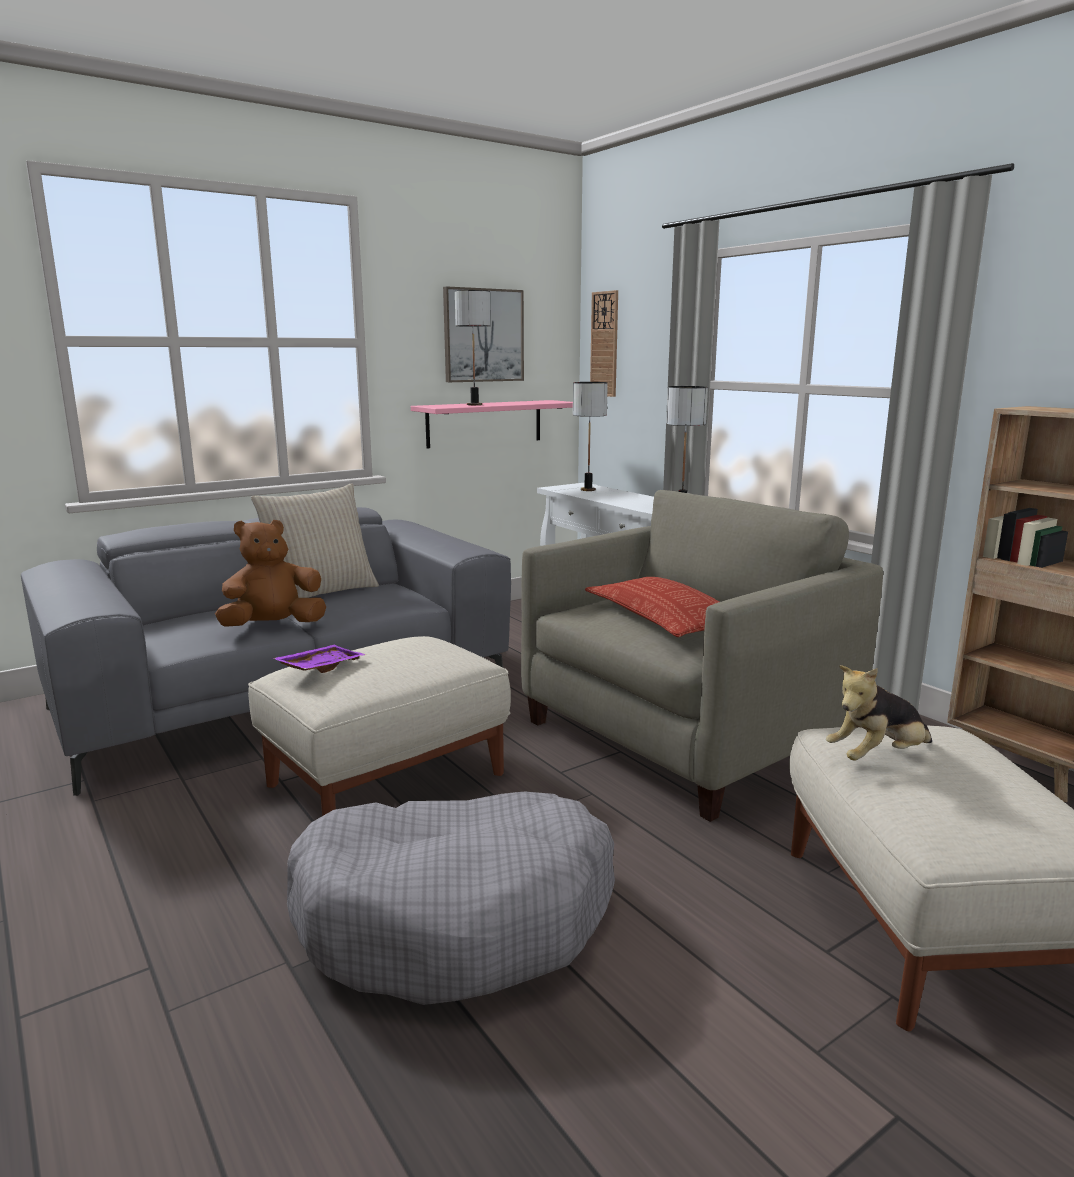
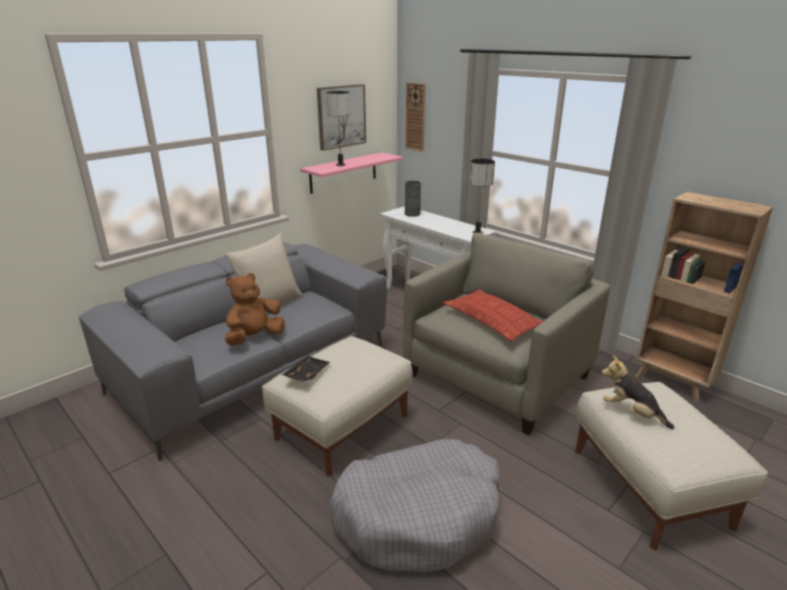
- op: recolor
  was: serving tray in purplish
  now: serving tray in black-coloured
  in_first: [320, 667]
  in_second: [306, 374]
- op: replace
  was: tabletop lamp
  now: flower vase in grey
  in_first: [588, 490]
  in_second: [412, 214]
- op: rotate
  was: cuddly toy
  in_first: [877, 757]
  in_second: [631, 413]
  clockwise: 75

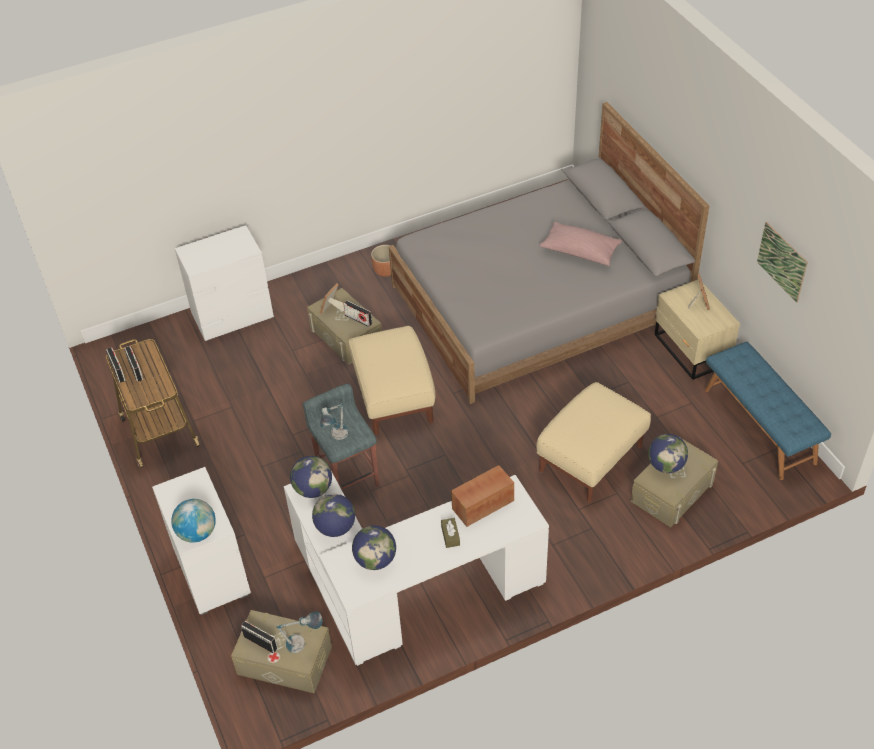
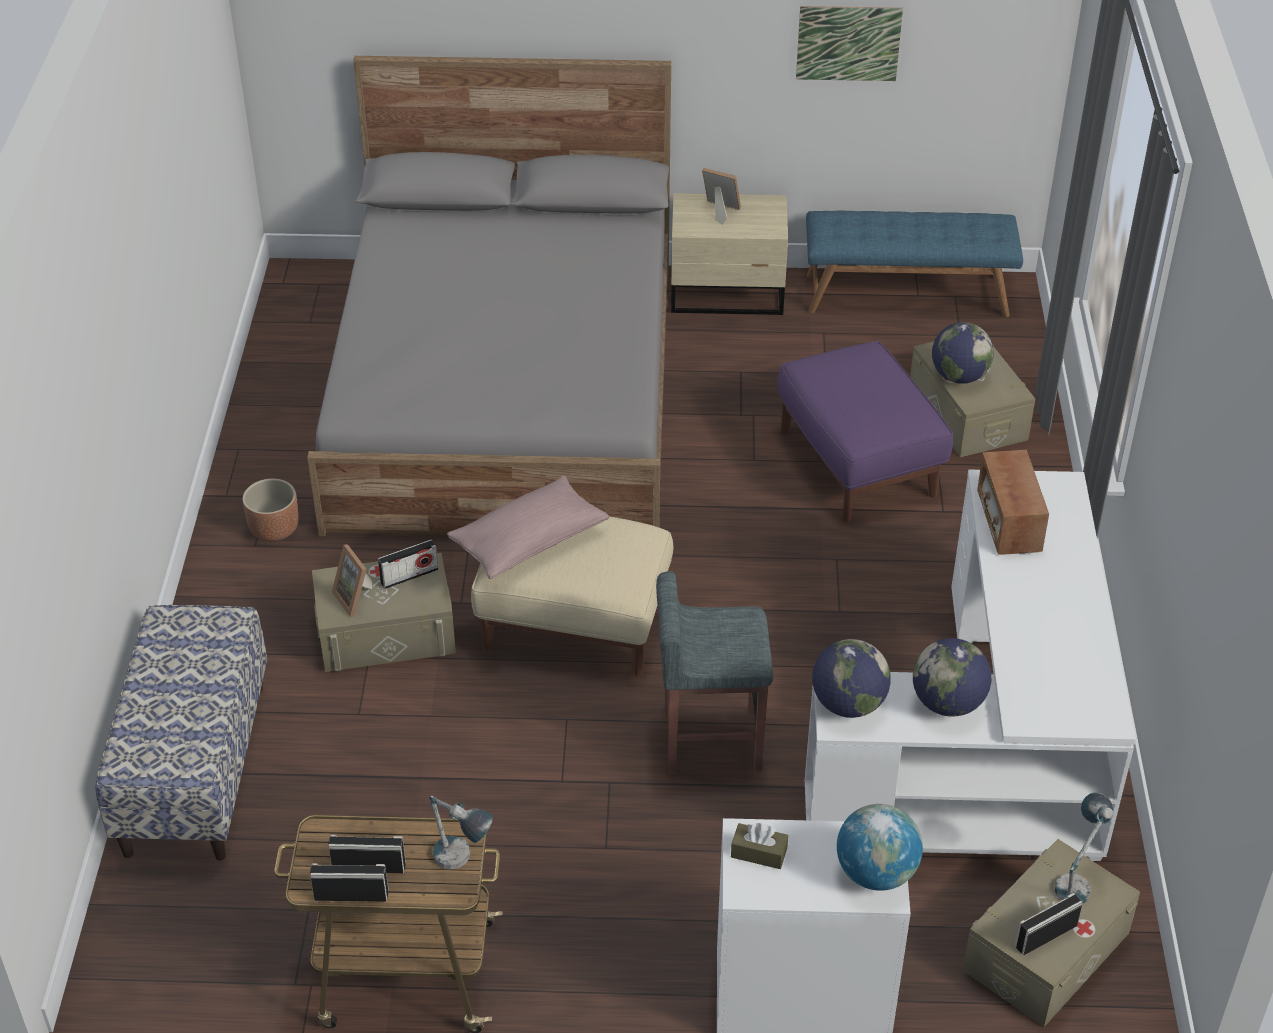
- op: replace
  was: chest of drawers in whitish
  now: bench
  in_first: [233, 316]
  in_second: [195, 768]
- op: move
  was: tabletop lamp
  in_first: [337, 438]
  in_second: [462, 864]
- op: delete
  was: world globe
  in_first: [375, 560]
- op: move
  was: box of tissues in brownish
  in_first: [450, 536]
  in_second: [759, 853]
- op: recolor
  was: ottoman in beige-coloured
  now: ottoman in purplish
  in_first: [590, 458]
  in_second: [857, 463]
- op: move
  was: pillow in pink-coloured
  in_first: [580, 251]
  in_second: [529, 541]

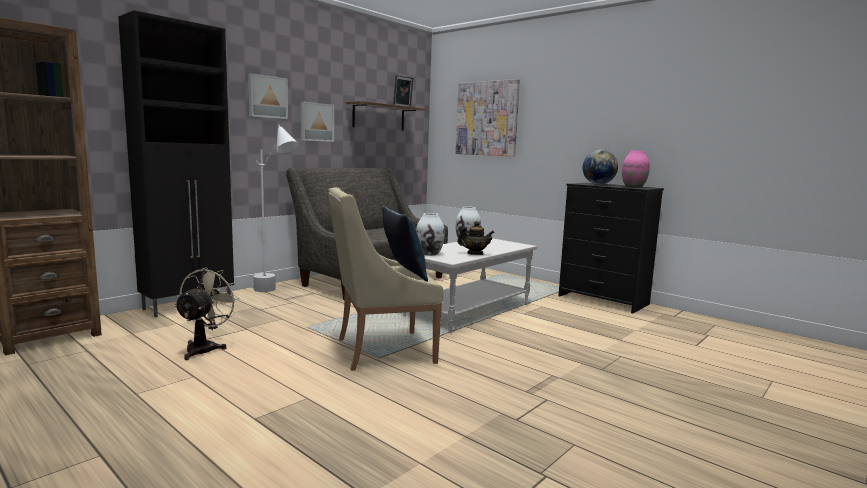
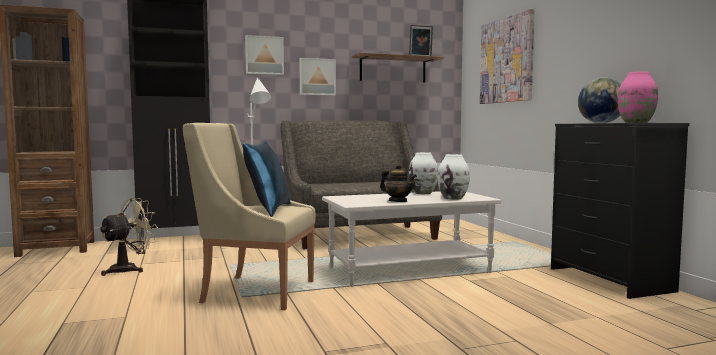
- op: move
  was: flower vase in whitish
  in_first: [429, 254]
  in_second: [453, 198]

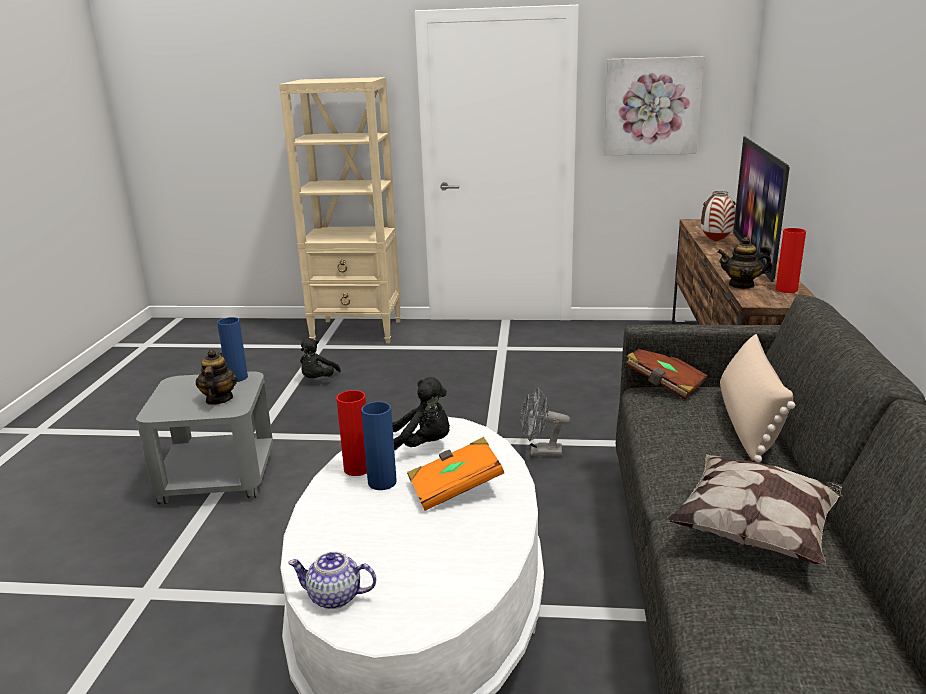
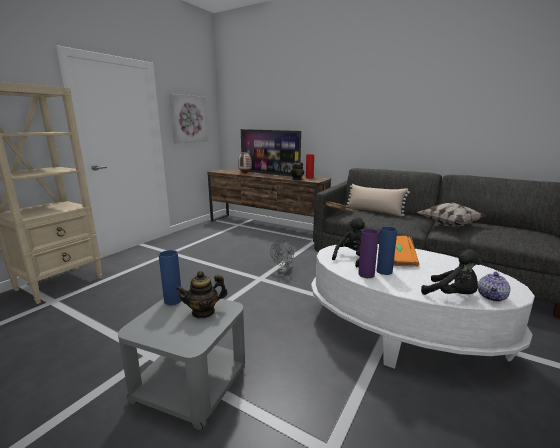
- op: rotate
  was: teapot
  in_first: [219, 399]
  in_second: [203, 312]
  clockwise: -45
- op: move
  was: cuddly toy in black-coloured
  in_first: [318, 379]
  in_second: [452, 295]
- op: recolor
  was: flower vase in red
  now: flower vase in purplish
  in_first: [357, 469]
  in_second: [366, 274]

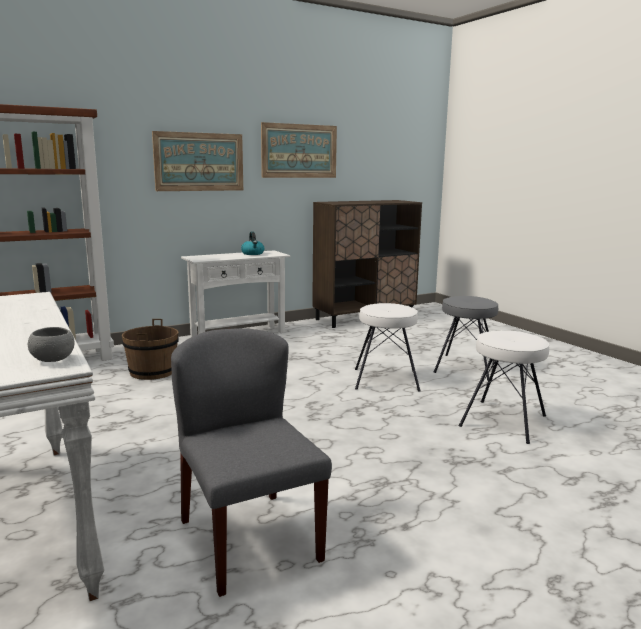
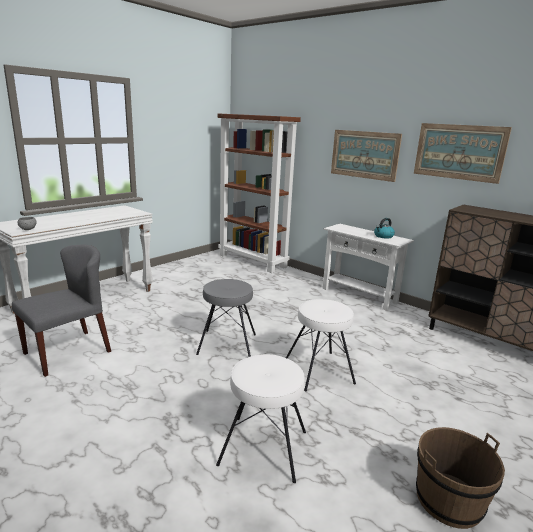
- op: move
  was: bucket in brownish
  in_first: [153, 372]
  in_second: [449, 500]
- op: move
  was: sitting stool in grey
  in_first: [465, 367]
  in_second: [227, 343]

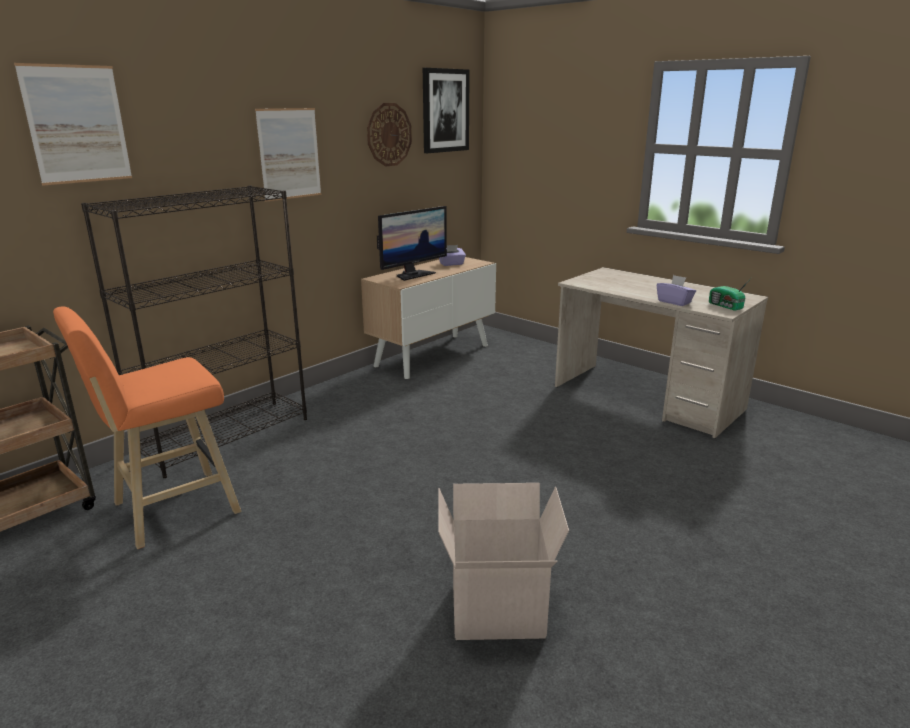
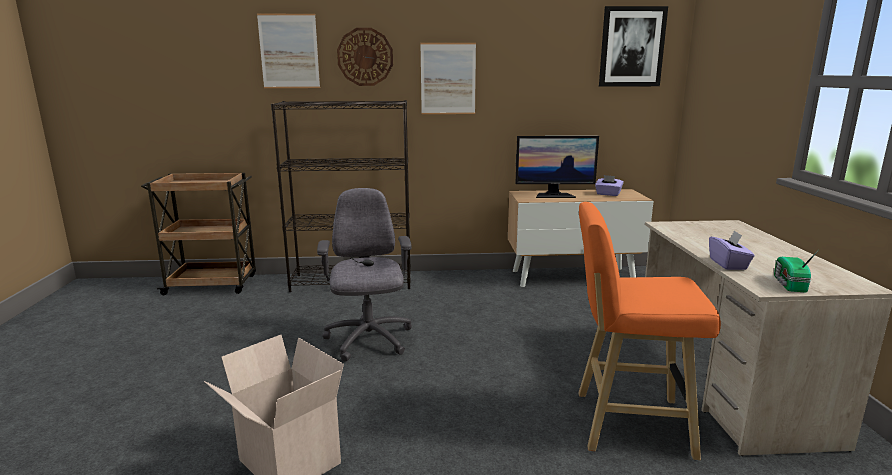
- op: move
  was: sitting stool in orange-coloured
  in_first: [170, 510]
  in_second: [626, 423]
- op: move
  was: hanging clock
  in_first: [389, 134]
  in_second: [365, 57]
- op: insert
  now: computer chair in grey
  in_second: [368, 340]

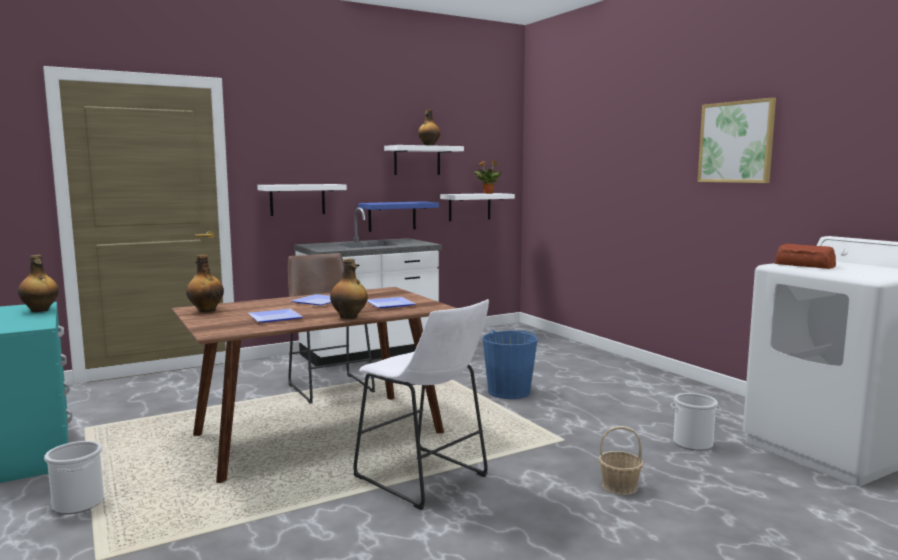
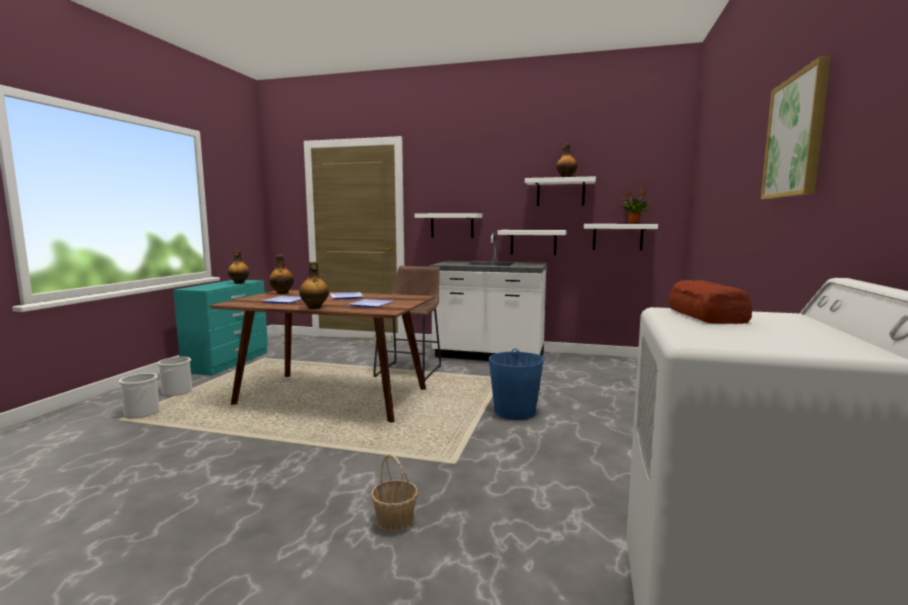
- op: delete
  was: sitting stool in whitish
  in_first: [425, 479]
- op: recolor
  was: shelf in blue-coloured
  now: shelf in whitish
  in_first: [392, 216]
  in_second: [533, 242]
- op: move
  was: bucket
  in_first: [693, 443]
  in_second: [142, 413]

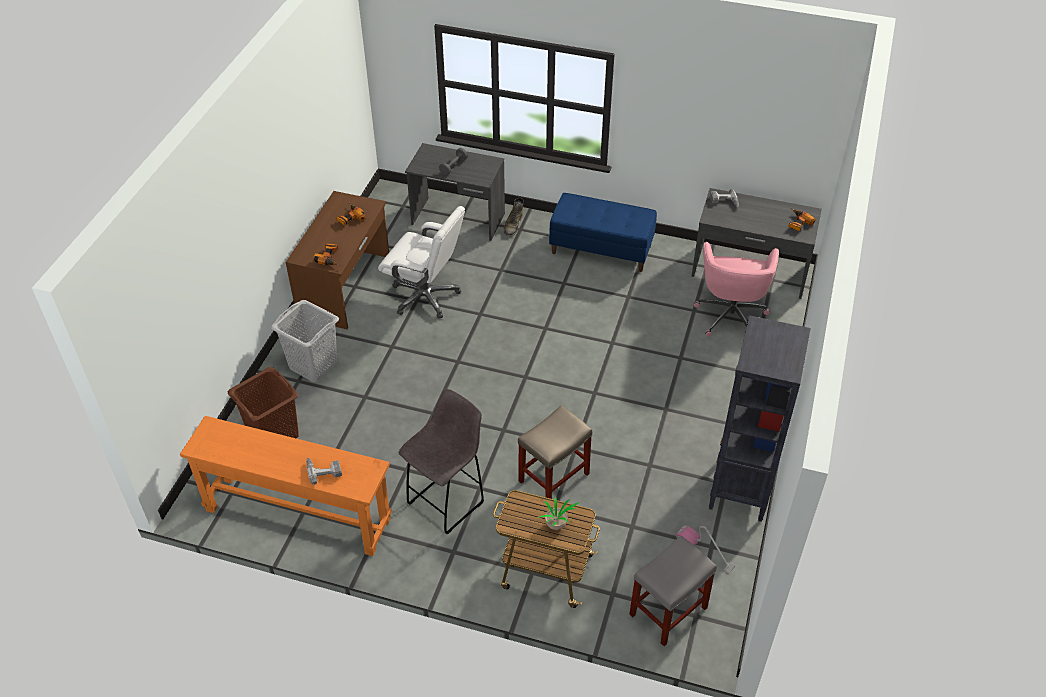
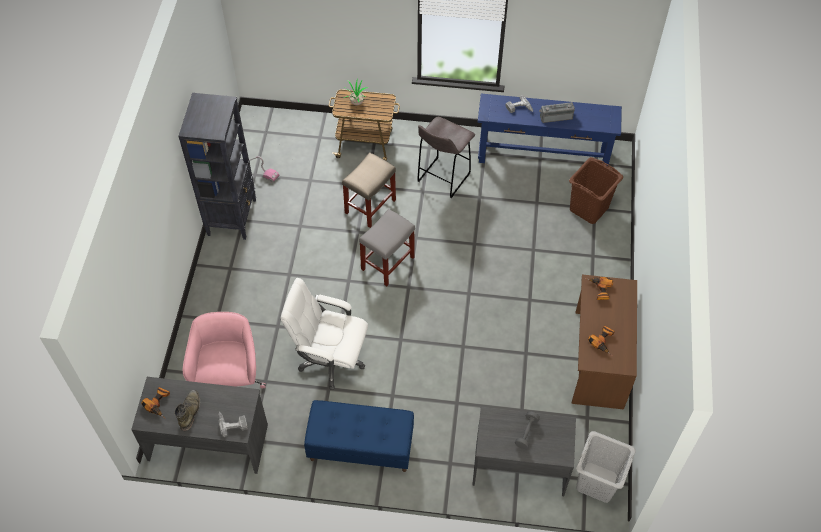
- op: recolor
  was: console table in orange-coloured
  now: console table in blue-coloured
  in_first: [298, 514]
  in_second: [543, 156]
- op: move
  was: laundry basket in grey
  in_first: [313, 364]
  in_second: [597, 482]
- op: move
  was: computer chair in whitish
  in_first: [426, 296]
  in_second: [330, 359]
- op: move
  was: boot in green
  in_first: [513, 225]
  in_second: [190, 411]
- op: move
  was: sitting stool in grey
  in_first: [667, 612]
  in_second: [388, 262]
- op: insert
  now: radio
  in_second: [555, 116]

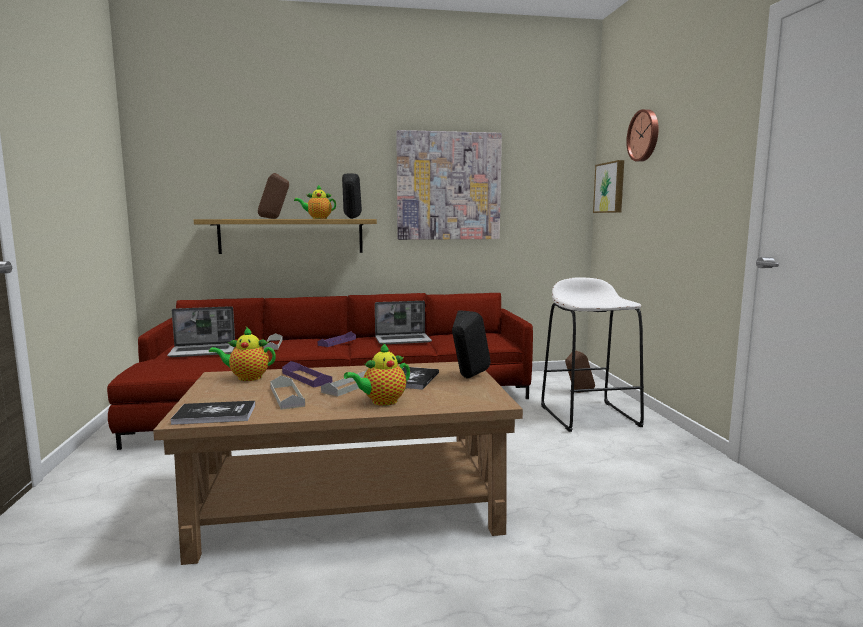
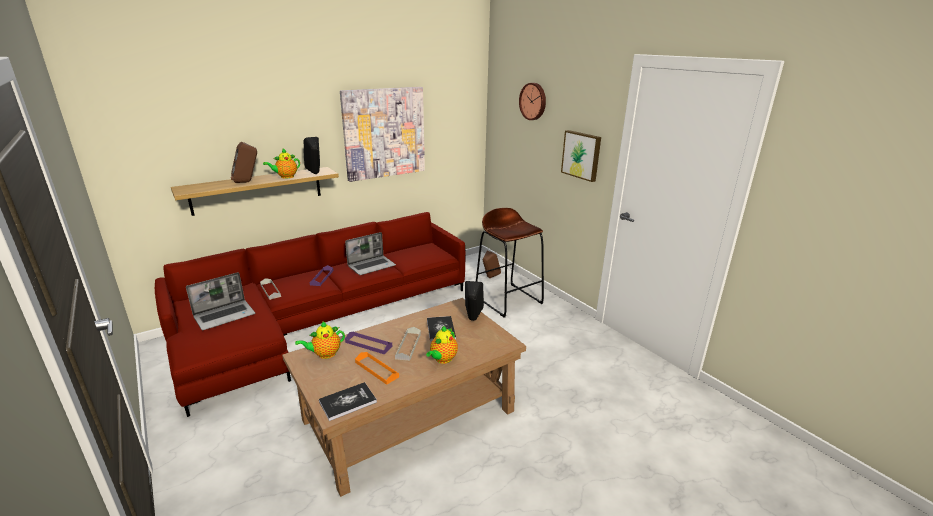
- op: recolor
  was: serving tray in grey
  now: serving tray in orange-coloured
  in_first: [287, 396]
  in_second: [376, 369]
- op: recolor
  was: sitting stool in whitish
  now: sitting stool in brownish
  in_first: [589, 416]
  in_second: [508, 299]
- op: move
  was: picture
  in_first: [610, 187]
  in_second: [582, 155]

